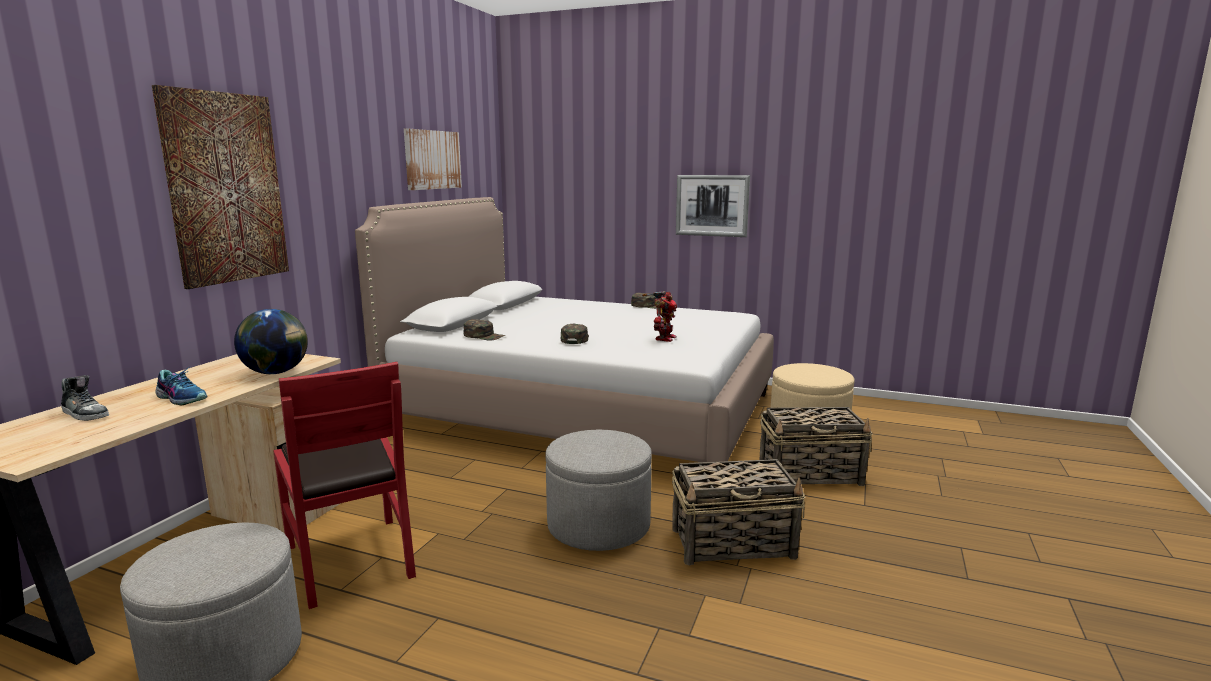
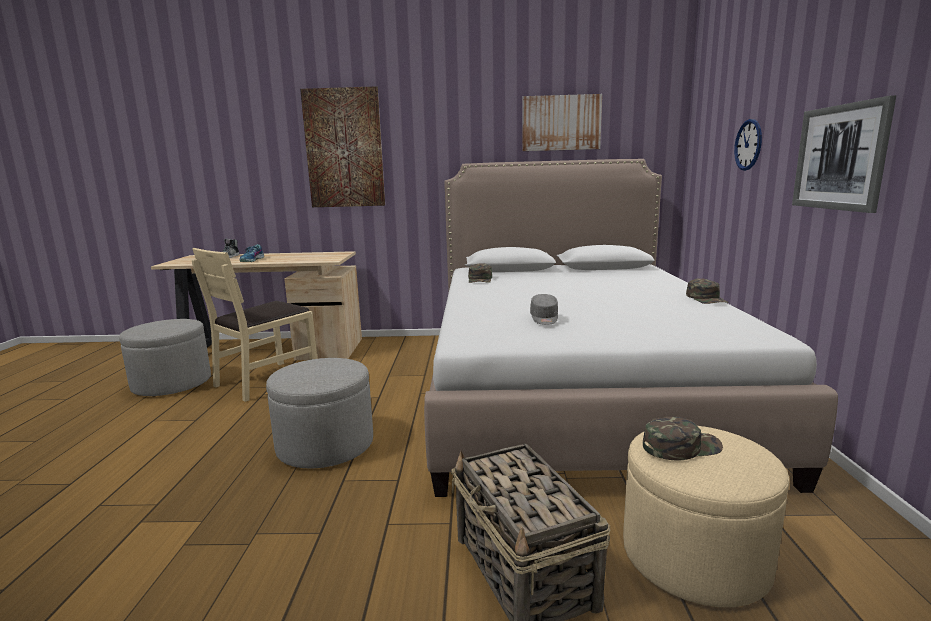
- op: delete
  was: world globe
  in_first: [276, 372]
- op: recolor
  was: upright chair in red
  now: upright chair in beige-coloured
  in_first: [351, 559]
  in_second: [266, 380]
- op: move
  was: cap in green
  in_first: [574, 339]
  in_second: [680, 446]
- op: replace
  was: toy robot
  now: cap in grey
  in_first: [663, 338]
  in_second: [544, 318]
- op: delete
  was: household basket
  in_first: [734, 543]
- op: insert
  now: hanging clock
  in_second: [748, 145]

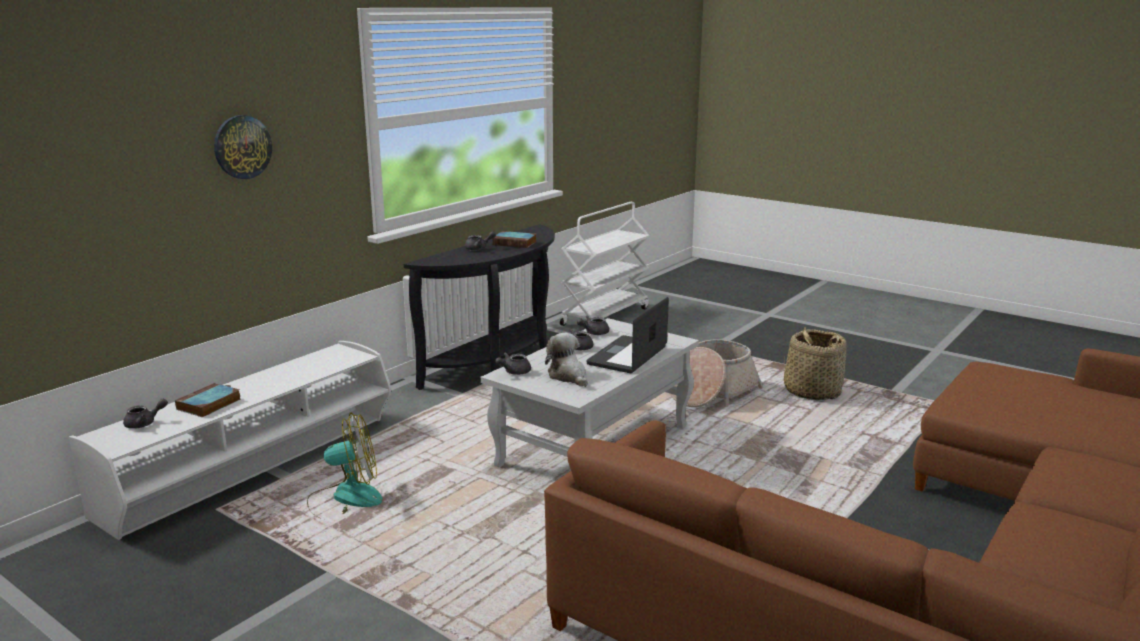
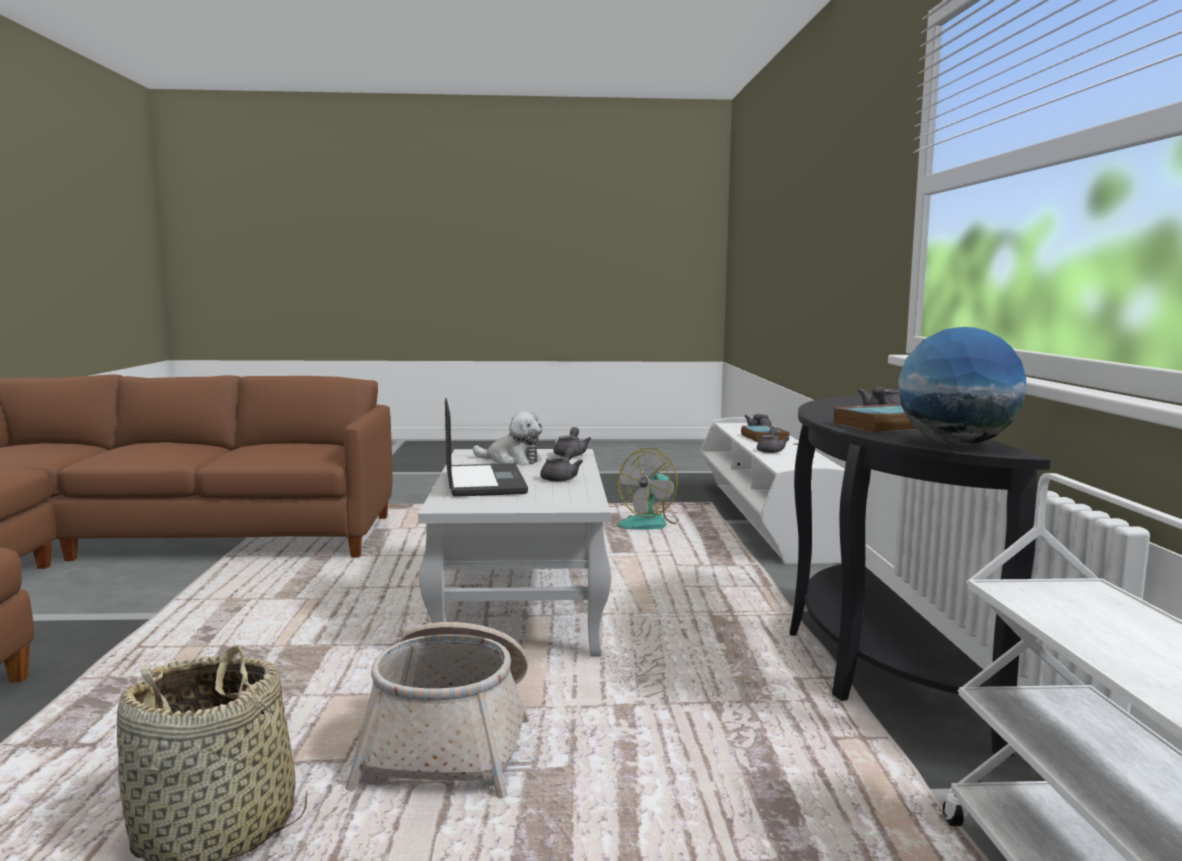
- op: delete
  was: hanging clock
  in_first: [242, 147]
- op: move
  was: teapot in grey
  in_first: [593, 333]
  in_second: [771, 450]
- op: insert
  now: world globe
  in_second: [956, 444]

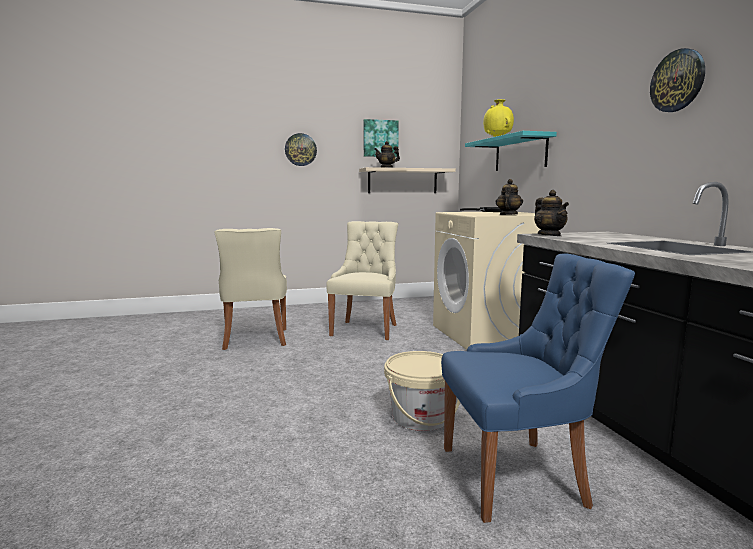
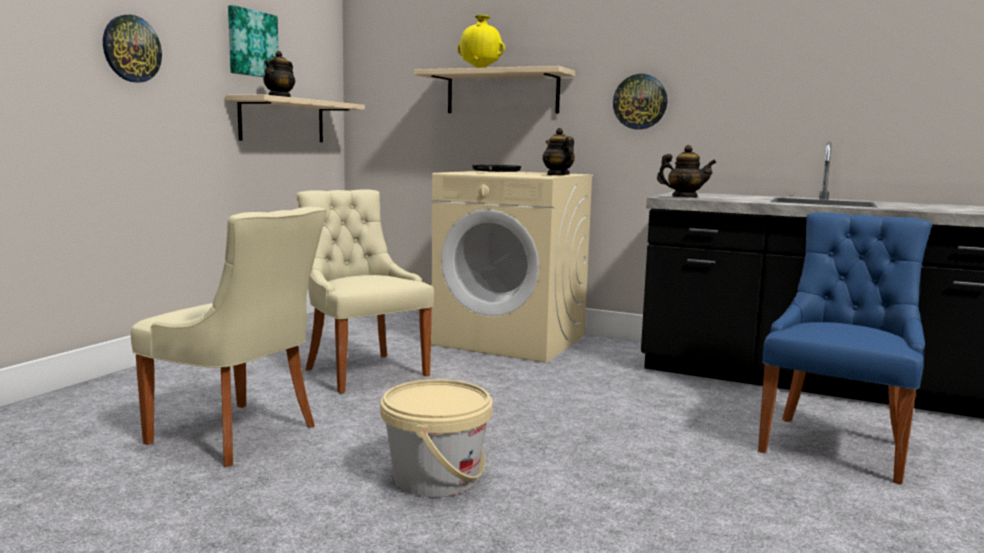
- op: move
  was: bucket in beige-coloured
  in_first: [420, 417]
  in_second: [436, 478]
- op: recolor
  was: shelf in turquoise-coloured
  now: shelf in beige-coloured
  in_first: [520, 153]
  in_second: [502, 93]
- op: move
  was: hanging clock
  in_first: [677, 81]
  in_second: [640, 102]

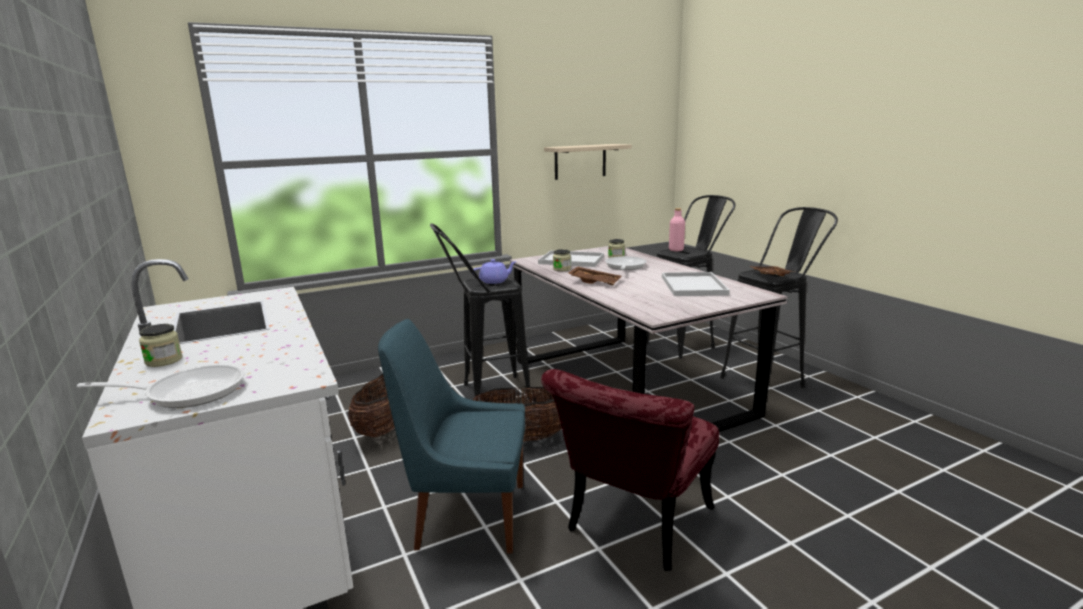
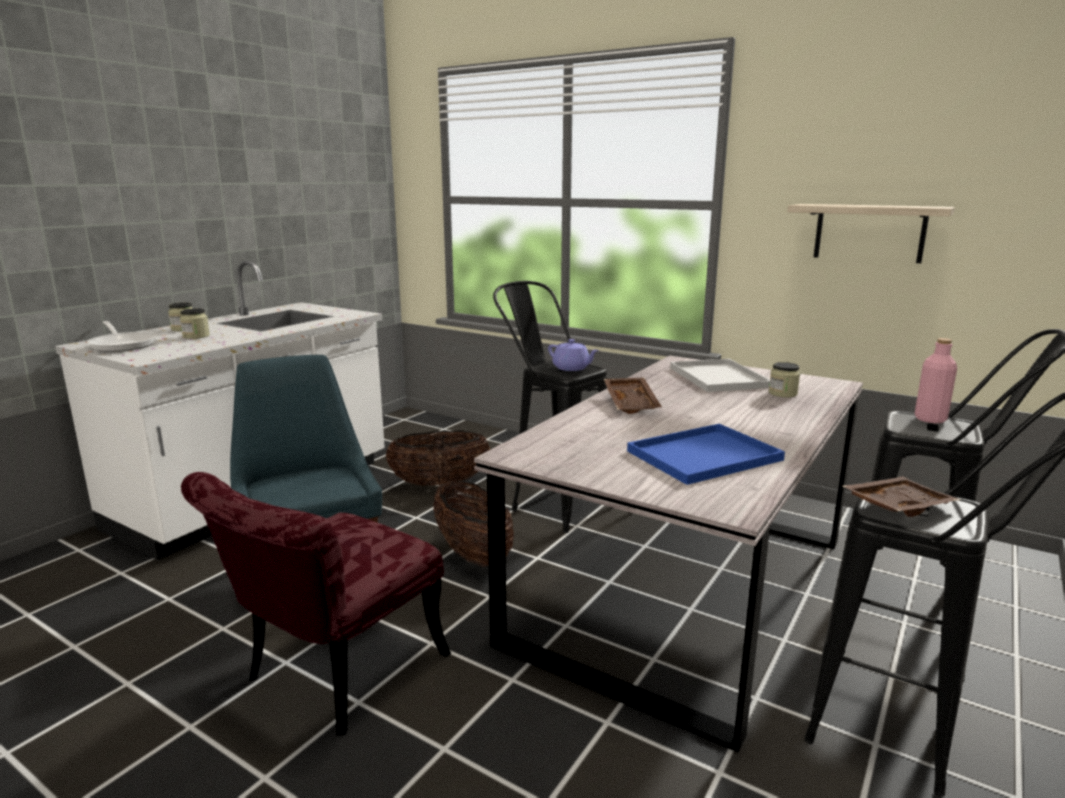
- op: rotate
  was: upright chair in red
  in_first: [633, 527]
  in_second: [333, 678]
  clockwise: -60
- op: move
  was: jar
  in_first: [562, 269]
  in_second: [196, 336]
- op: delete
  was: pan
  in_first: [624, 267]
- op: recolor
  was: serving tray in whitish
  now: serving tray in blue-coloured
  in_first: [692, 285]
  in_second: [705, 454]

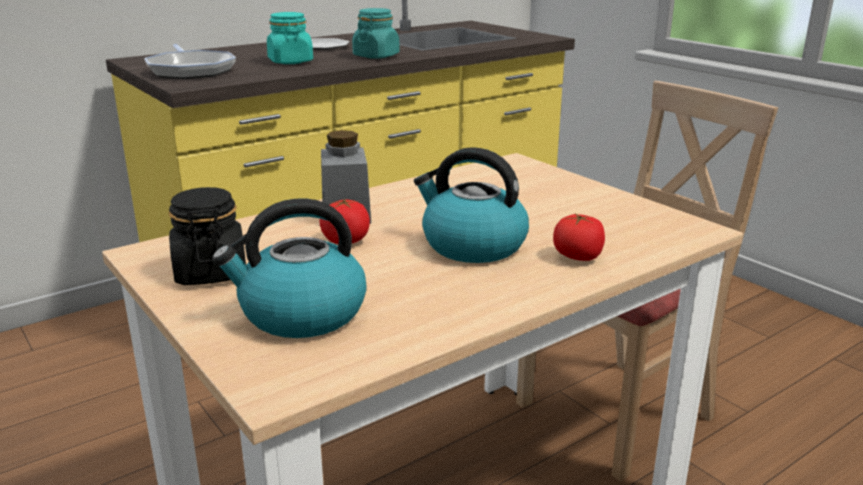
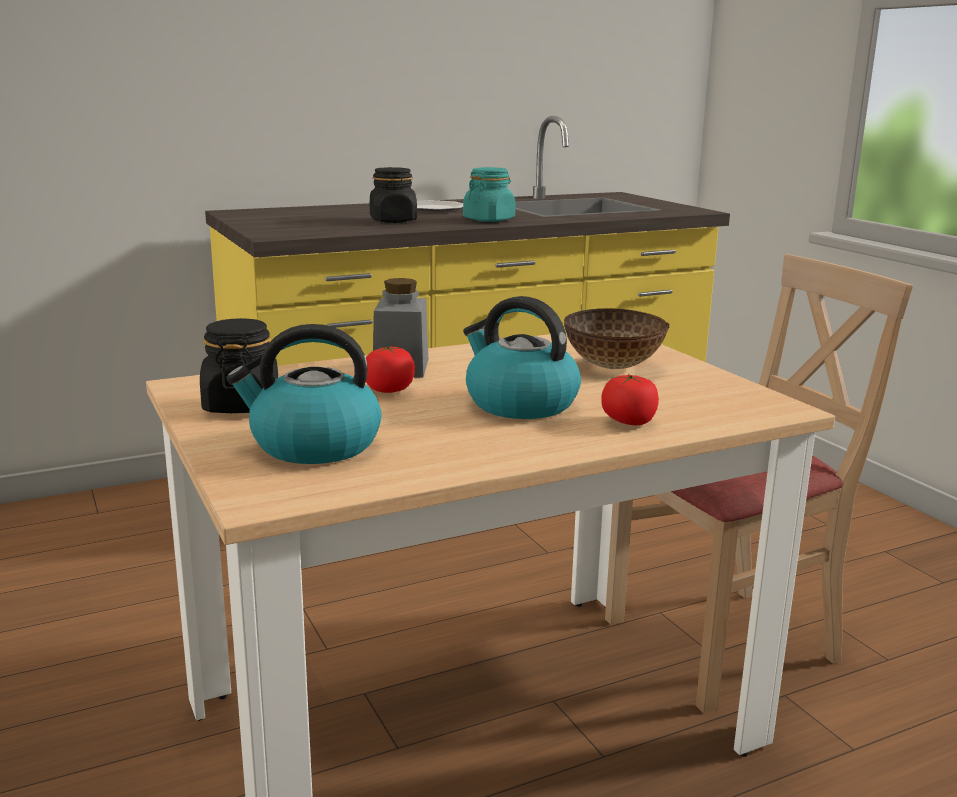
- op: delete
  was: pan
  in_first: [190, 70]
- op: recolor
  was: jar in turquoise-coloured
  now: jar in black-coloured
  in_first: [290, 62]
  in_second: [393, 221]
- op: insert
  now: serving bowl
  in_second: [612, 367]

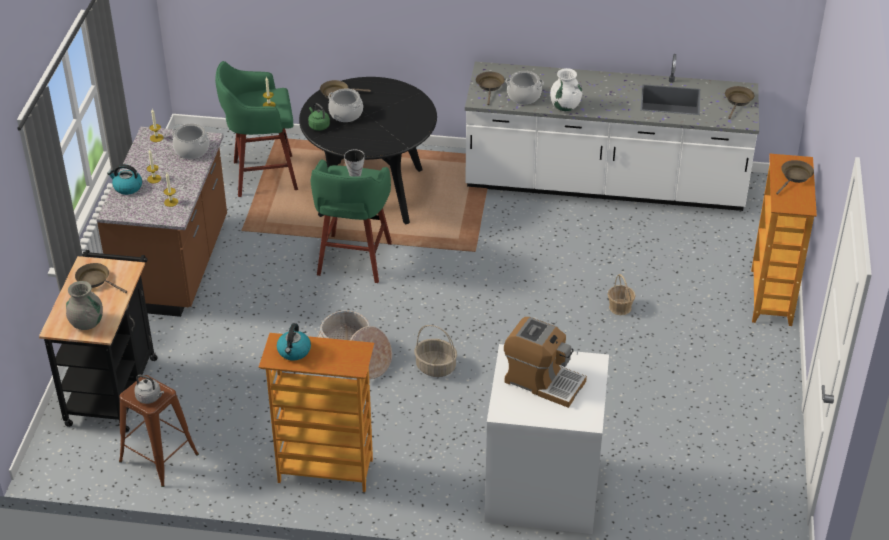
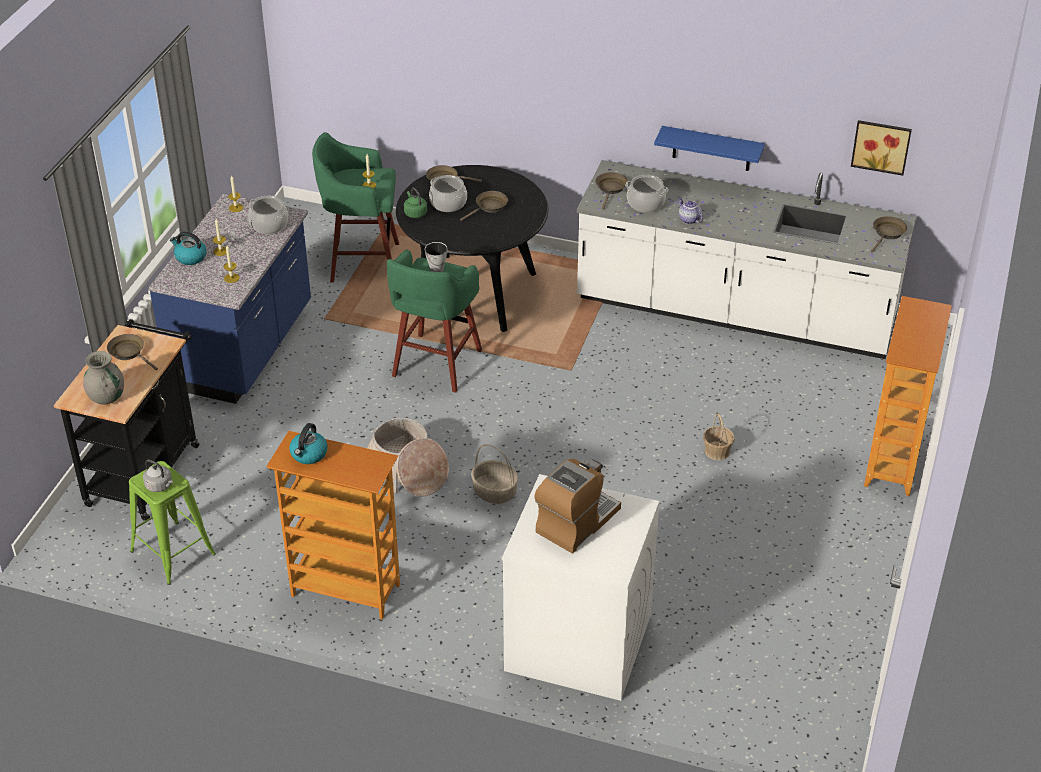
- op: recolor
  was: kitchen base unit in brownish
  now: kitchen base unit in blue-coloured
  in_first: [175, 266]
  in_second: [244, 348]
- op: recolor
  was: sitting stool in brownish
  now: sitting stool in green
  in_first: [159, 458]
  in_second: [173, 553]
- op: rotate
  was: coffee machine
  in_first: [543, 381]
  in_second: [576, 522]
  clockwise: -90
- op: replace
  was: flower vase in whitish
  now: teapot
  in_first: [565, 106]
  in_second: [688, 219]
- op: move
  was: pan in brownish
  in_first: [795, 177]
  in_second: [489, 207]
- op: insert
  now: shelf in blue-coloured
  in_second: [711, 149]
- op: insert
  now: picture
  in_second: [881, 145]

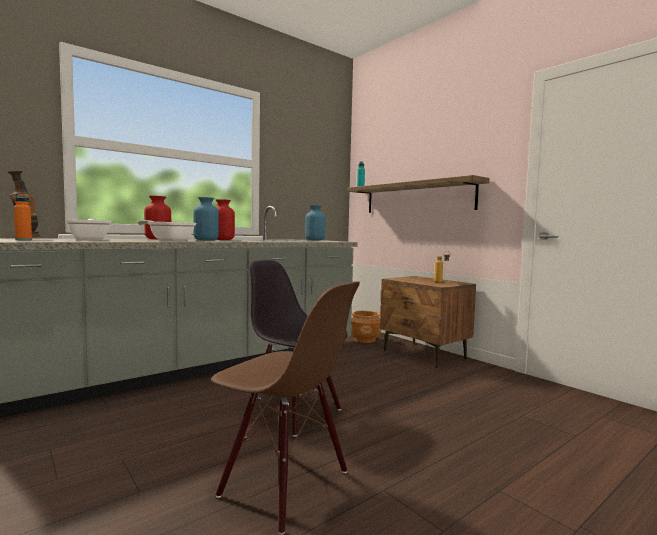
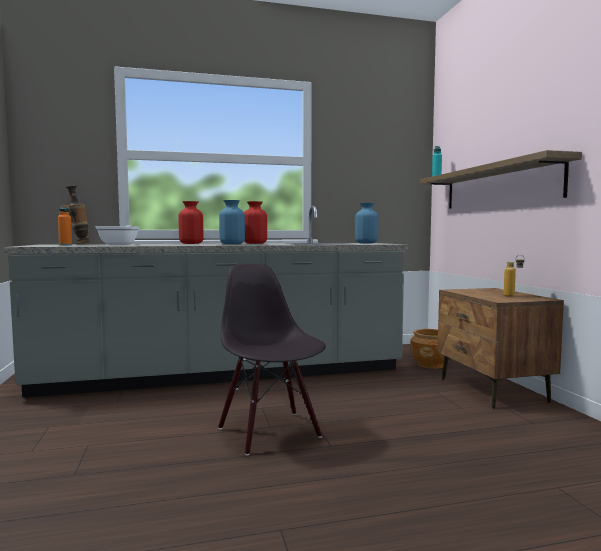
- op: delete
  was: pan
  in_first: [169, 241]
- op: delete
  was: upright chair in brownish
  in_first: [284, 484]

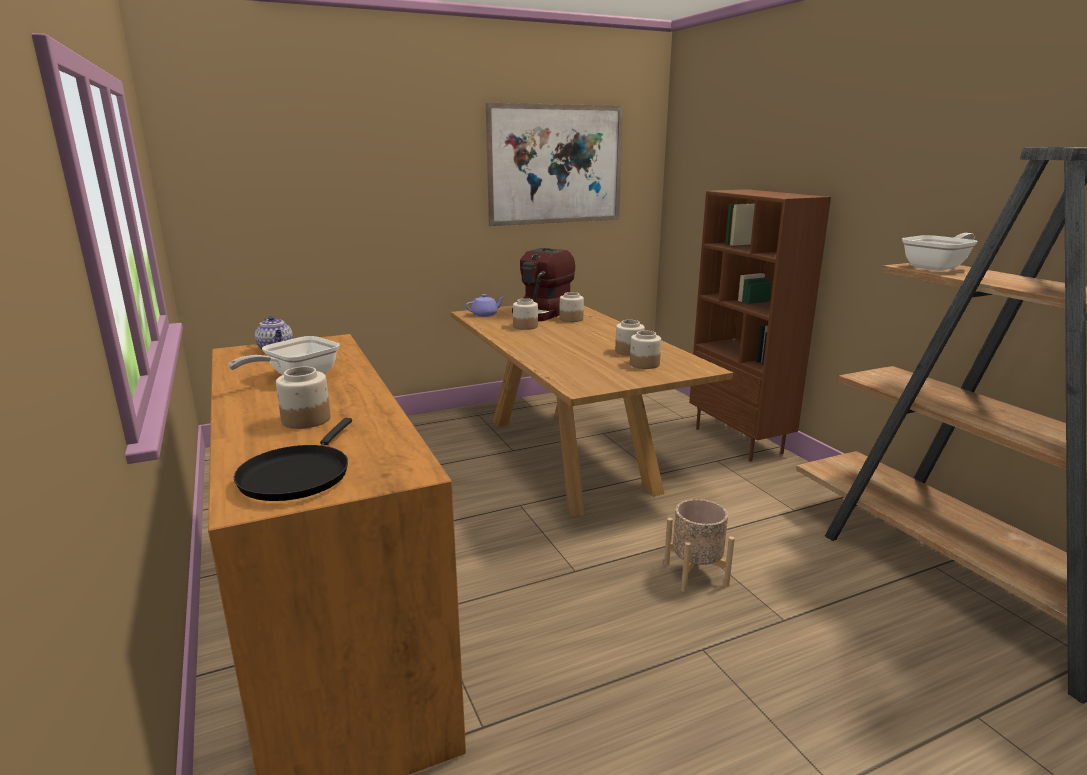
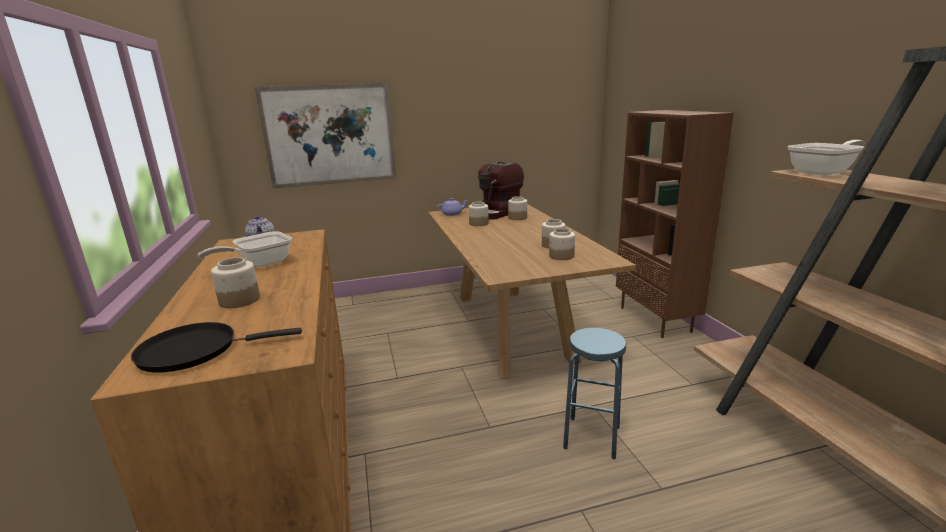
- op: rotate
  was: pan in black-coloured
  in_first: [297, 475]
  in_second: [195, 351]
  clockwise: 60
- op: move
  was: picture
  in_first: [556, 165]
  in_second: [330, 135]
- op: replace
  was: planter in beige-coloured
  now: sitting stool in blue-coloured
  in_first: [696, 574]
  in_second: [591, 437]

